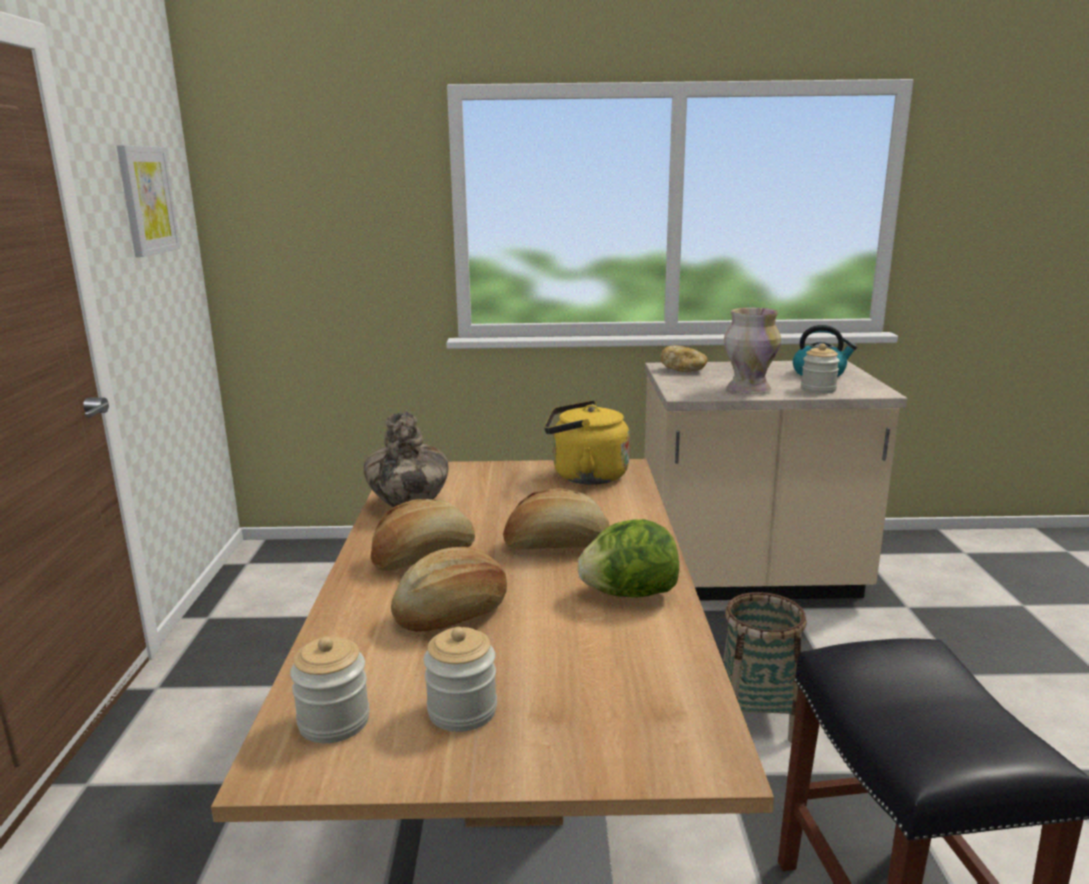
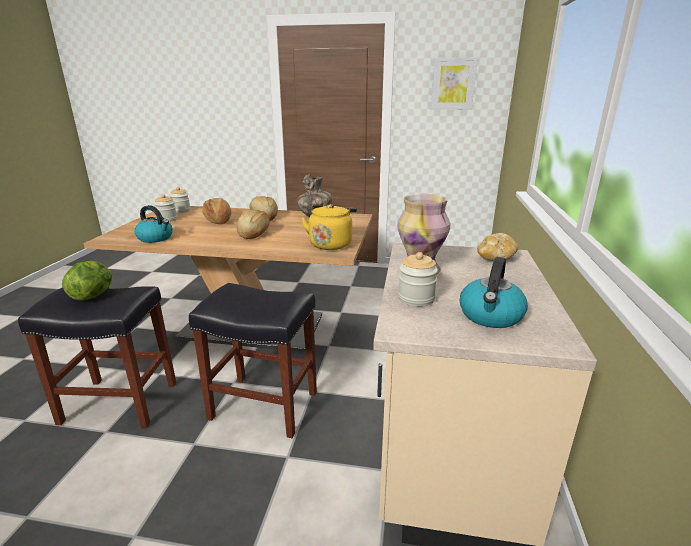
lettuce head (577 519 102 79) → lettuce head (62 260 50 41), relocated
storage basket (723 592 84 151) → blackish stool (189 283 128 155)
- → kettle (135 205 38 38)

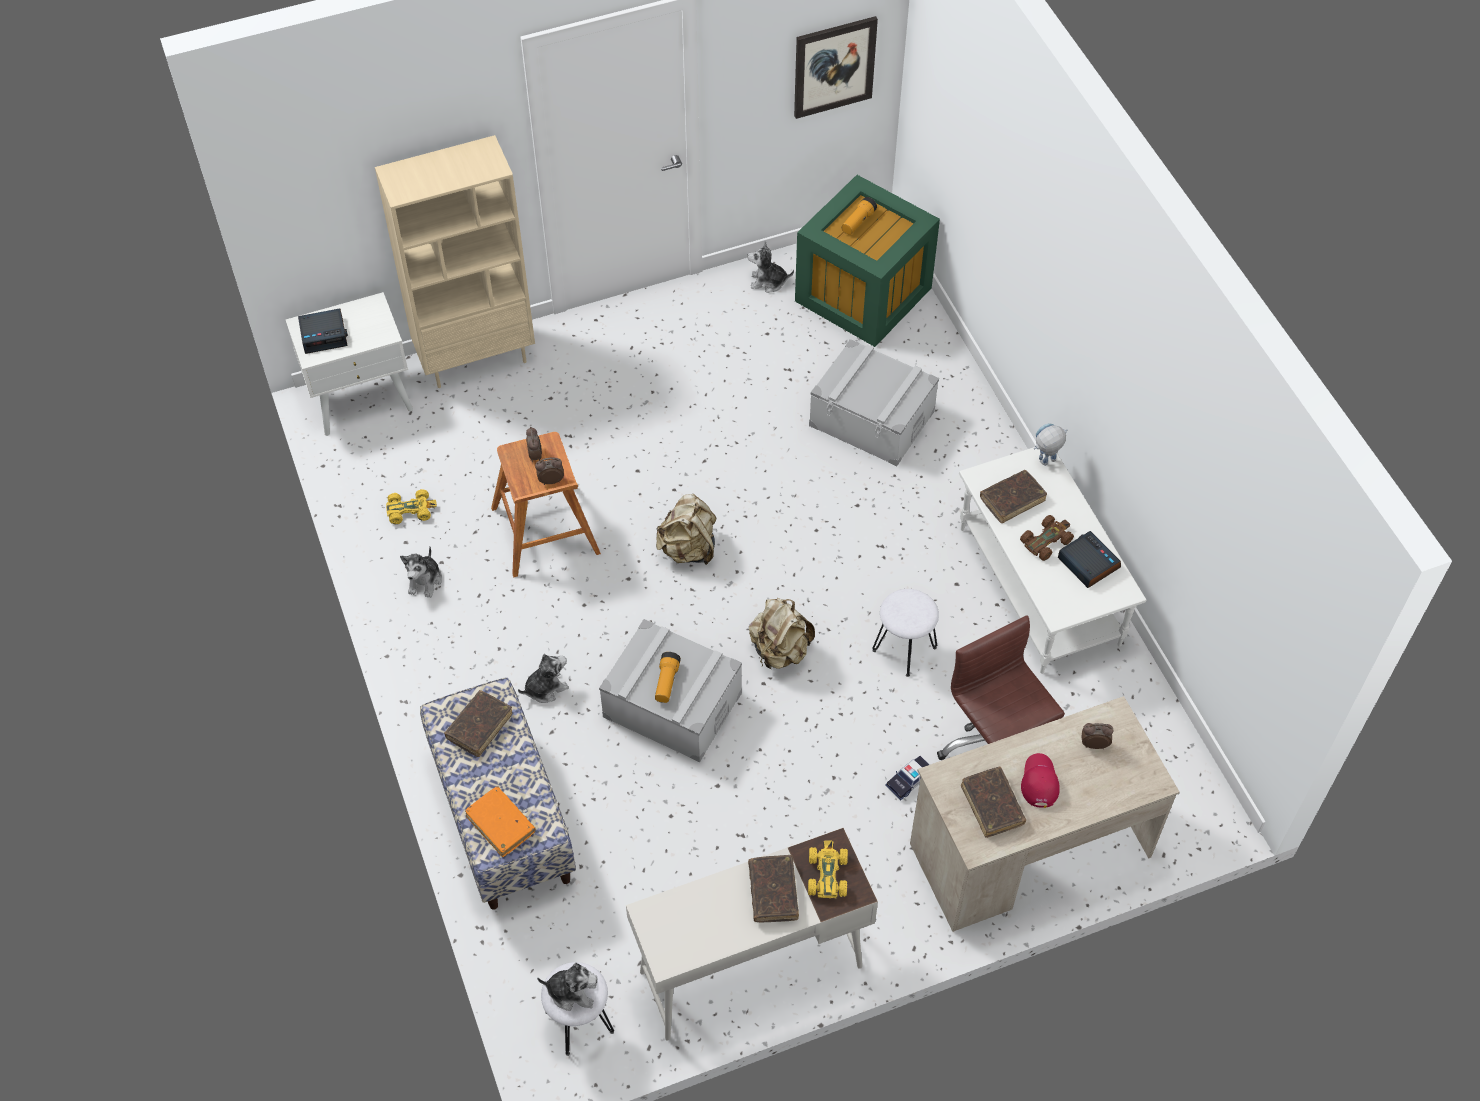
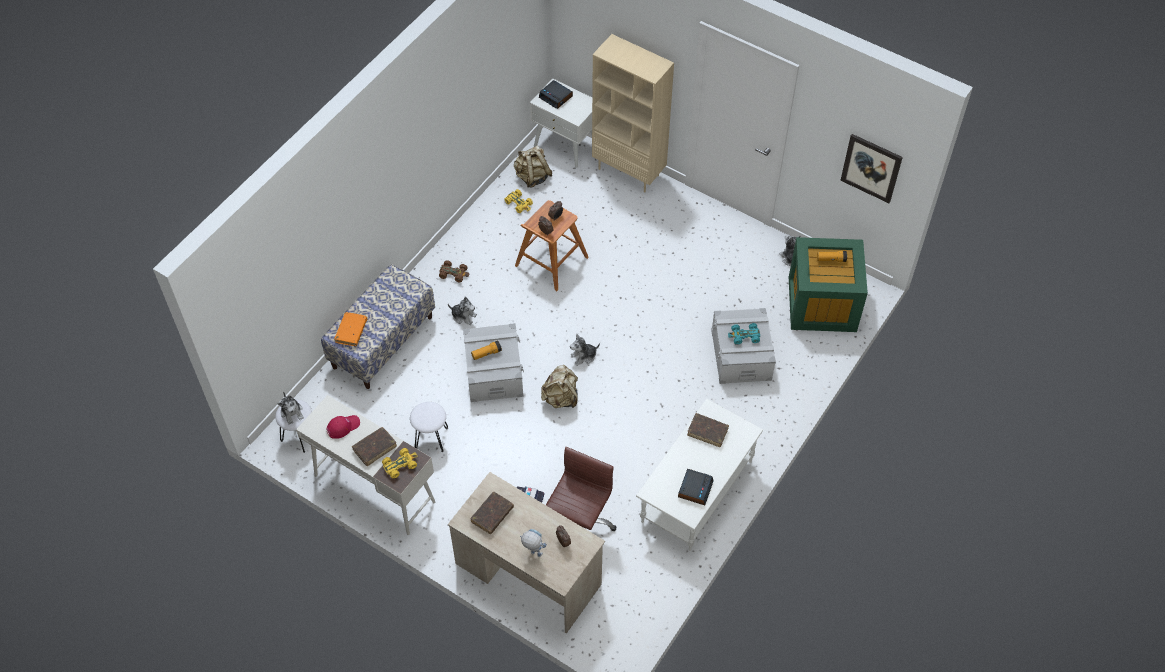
plush toy (400 546 42 52) → plush toy (570 334 30 32), relocated
brown-coloured bound book (444 690 69 67) → -
sand-coloured backpack (656 494 60 71) → sand-coloured backpack (514 146 38 42), relocated
whitish stool (872 589 67 88) → whitish stool (410 402 38 50), relocated
brown-coloured model car (1020 515 54 46) → brown-coloured model car (439 260 30 23), relocated
red peaked cap (1021 753 39 55) → red peaked cap (327 415 33 24), relocated
toy robot (1034 423 34 43) → toy robot (520 529 27 28), relocated
- → turquoise-coloured model car (728 323 32 22)

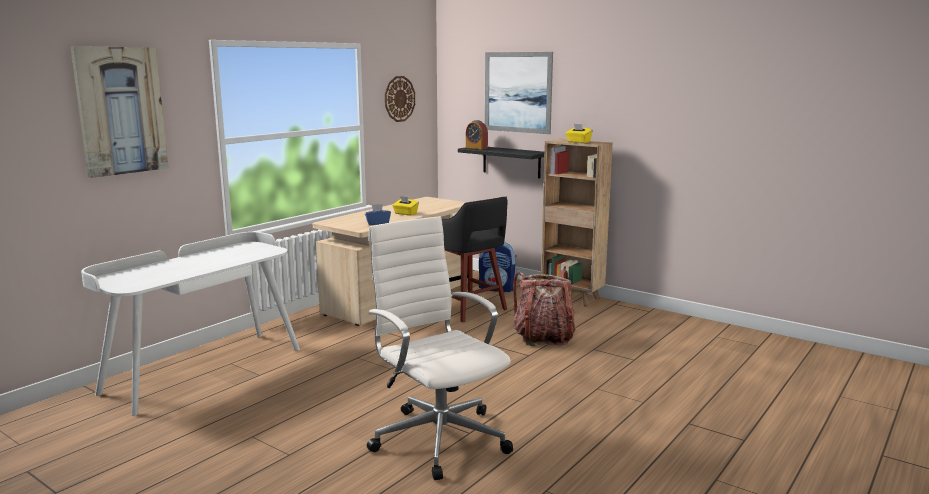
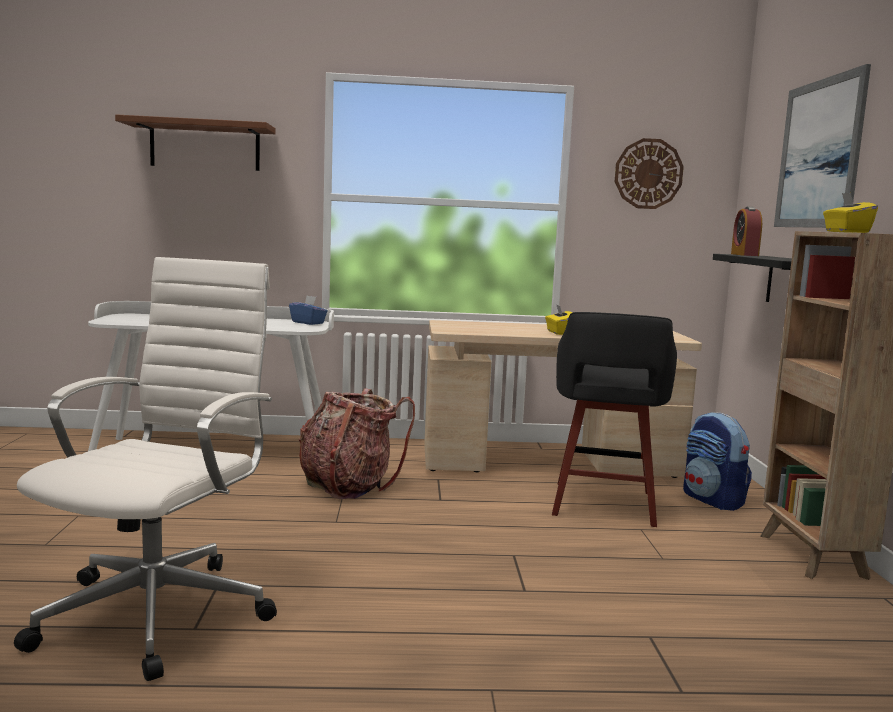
wall picture (70 46 99 132) → brown-coloured bracket shelf (115 114 161 57)
bluish tissue box (365 204 26 21) → bluish tissue box (289 296 39 29), relocated
backpack (513 269 63 77) → backpack (299 388 116 111), relocated

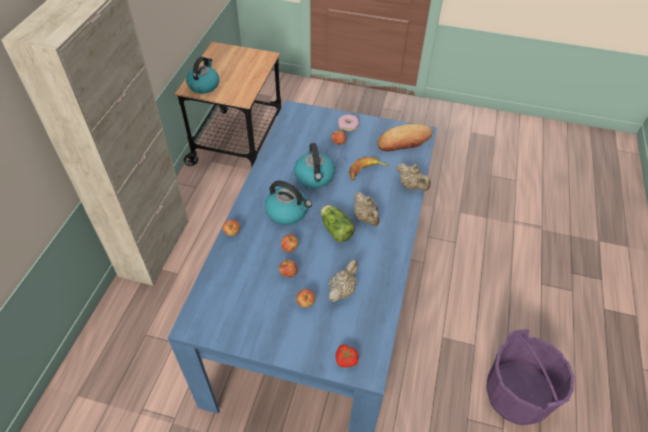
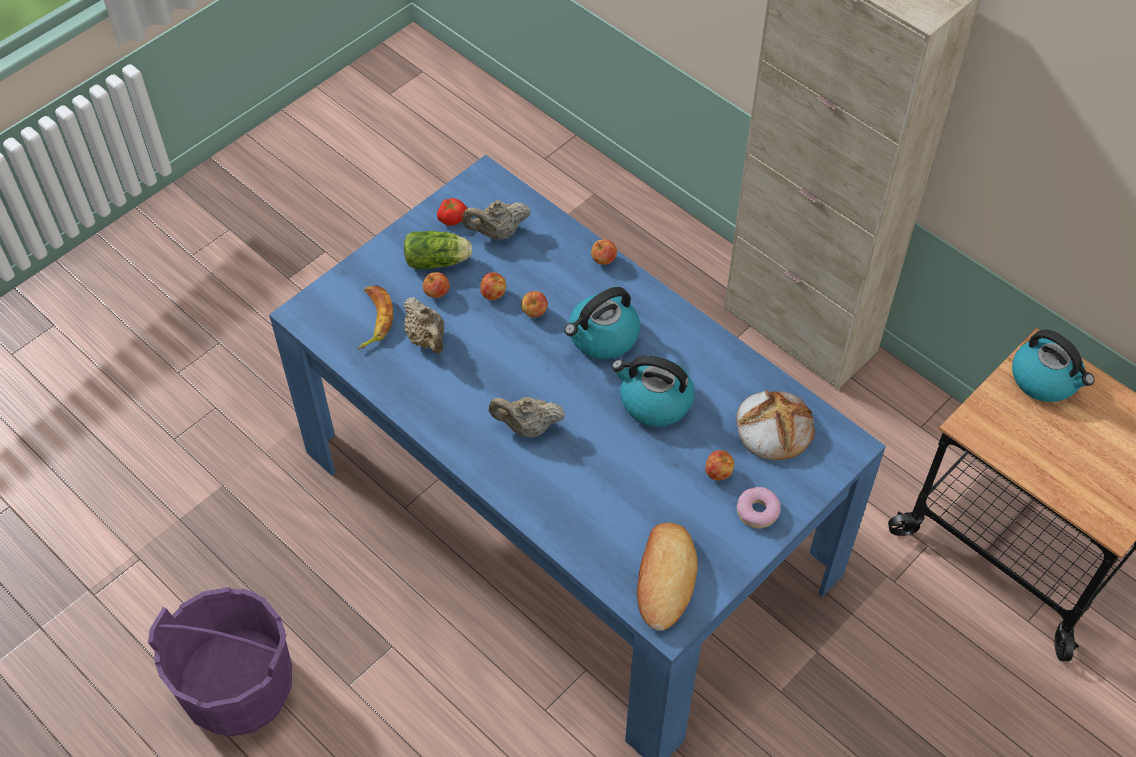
lettuce head (321 205 34 37) → lettuce head (404 231 68 38), relocated
fresh tomato (336 345 23 23) → fresh tomato (437 198 31 27), relocated
banana fruit (349 157 41 23) → banana fruit (358 285 35 64), relocated
sand-coloured teapot (396 163 35 28) → sand-coloured teapot (462 200 69 40), relocated
- → bakery bread (737 390 78 70)

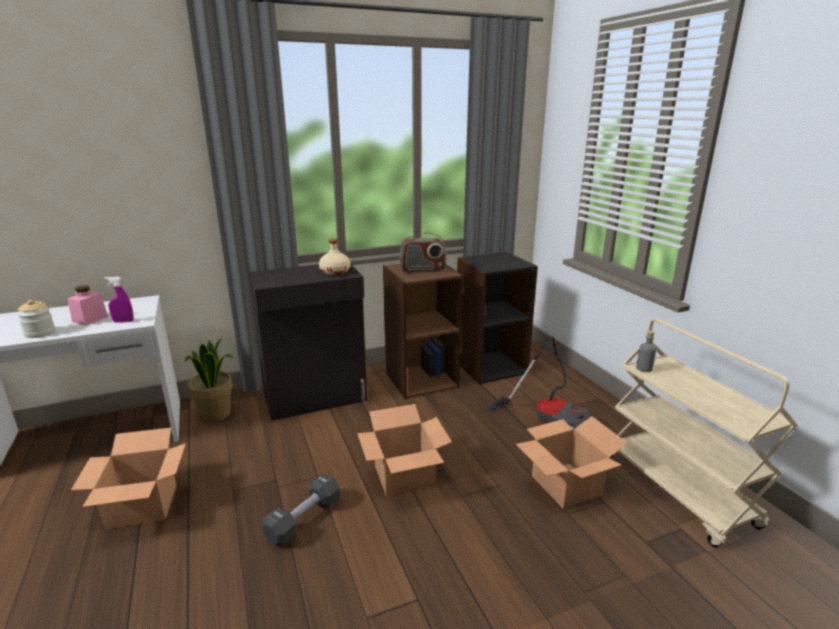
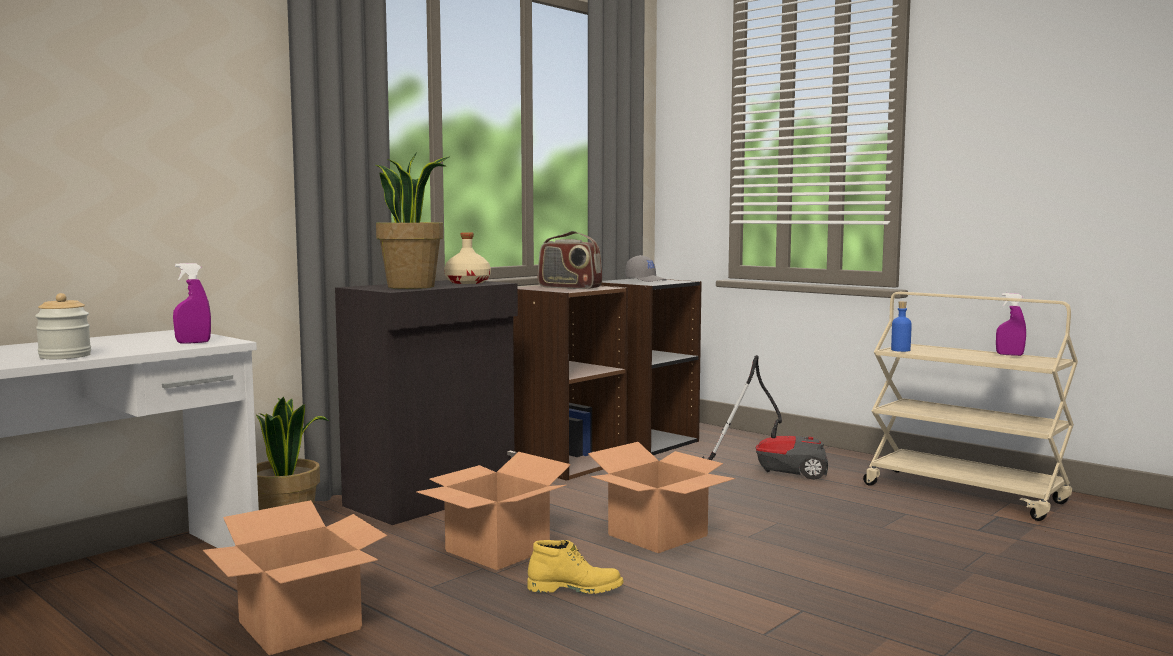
pink preserve jar (67 285 41 41) → -
blackish hand weight (262 473 78 74) → yellow-coloured tall boot (527 540 96 54)
radio (400 232 46 41) → radio (538 231 65 58), 60 degrees clockwise
cardboard box (516 416 112 93) → cardboard box (416 452 155 118), relocated
gray drink bottle (636 330 20 42) → bluish drink bottle (891 301 21 51)
- → plant in a pot (376 153 74 136)
- → gray peaked cap (625 255 42 27)
- → purple-coloured spray bottle (996 293 30 63)

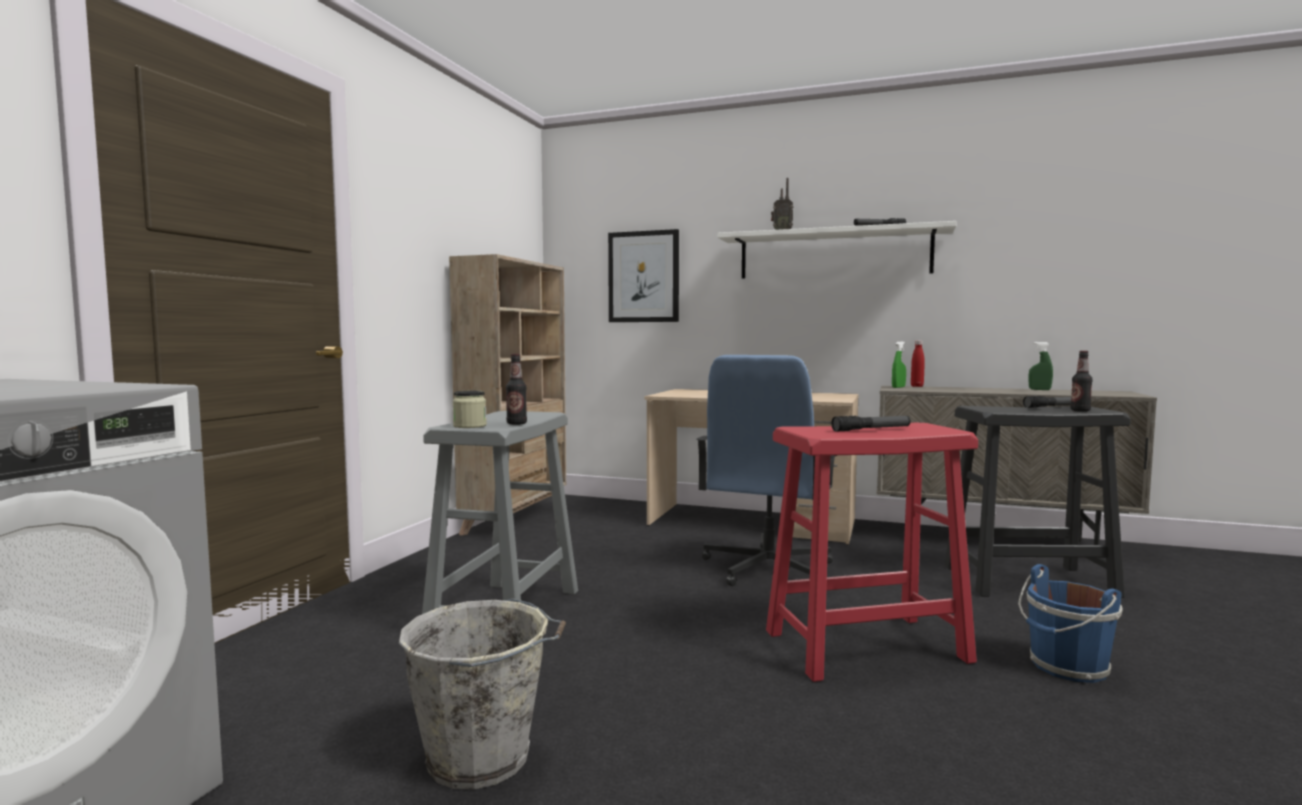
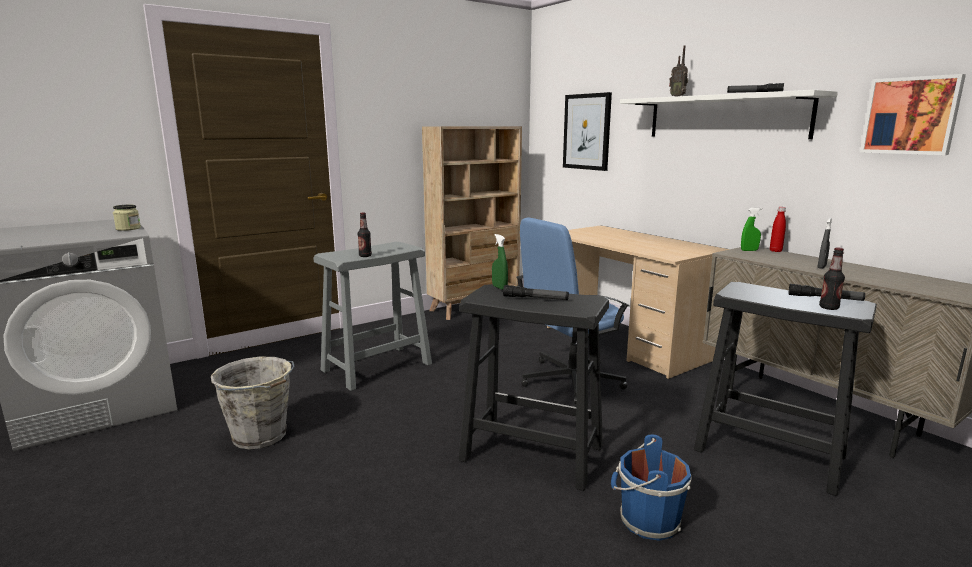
preserve jar (453 391 34 37) → preserve jar (113 205 28 26), relocated
red stool (766 422 212 260) → blackish stool (459 284 150 207)
greenish spray bottle (1029 342 24 48) → greenish spray bottle (492 234 16 56), relocated
- → gray spray bottle (817 218 15 51)
- → wall picture (860 74 106 81)

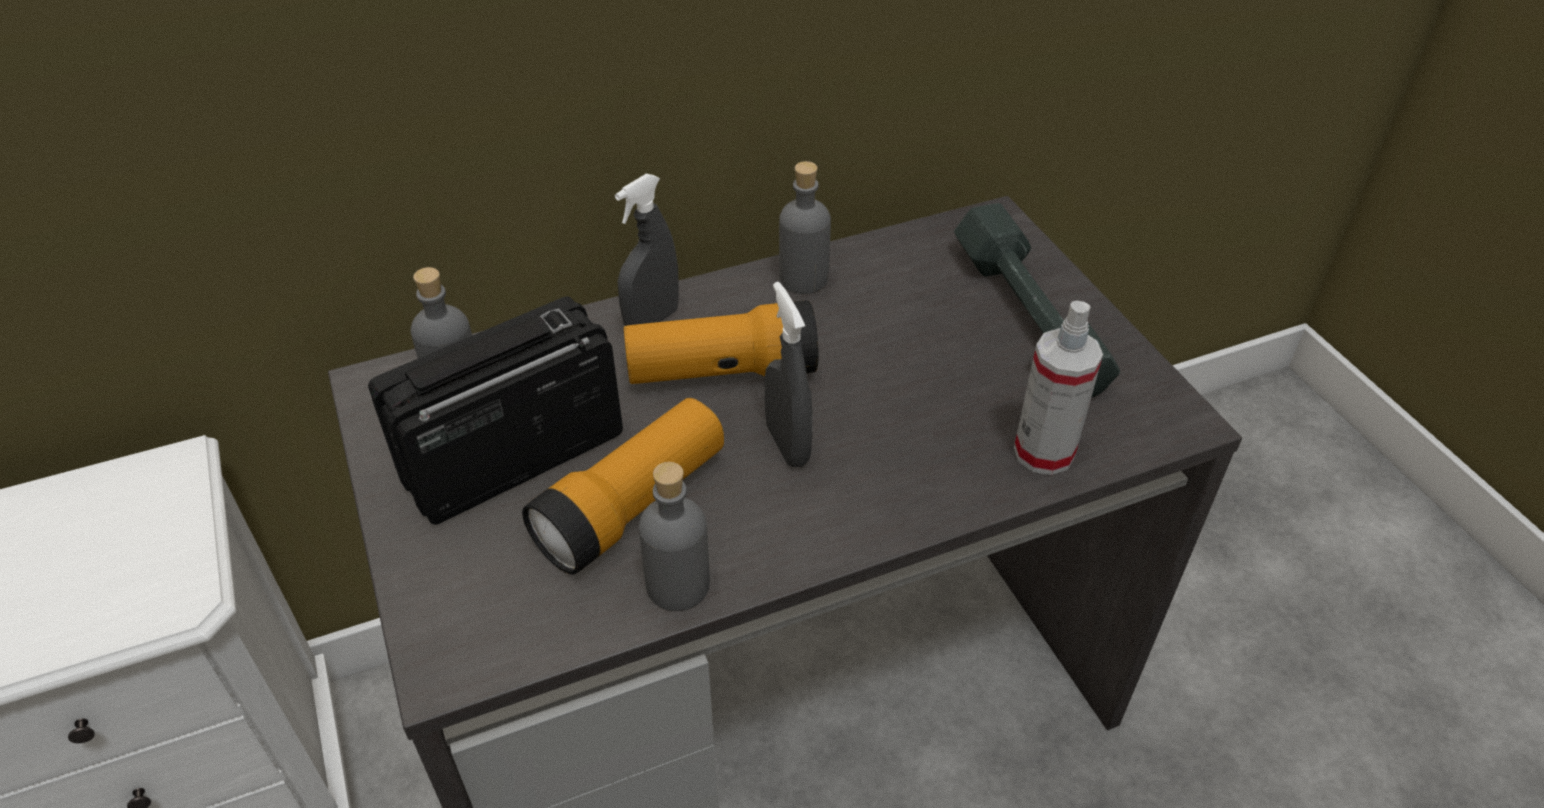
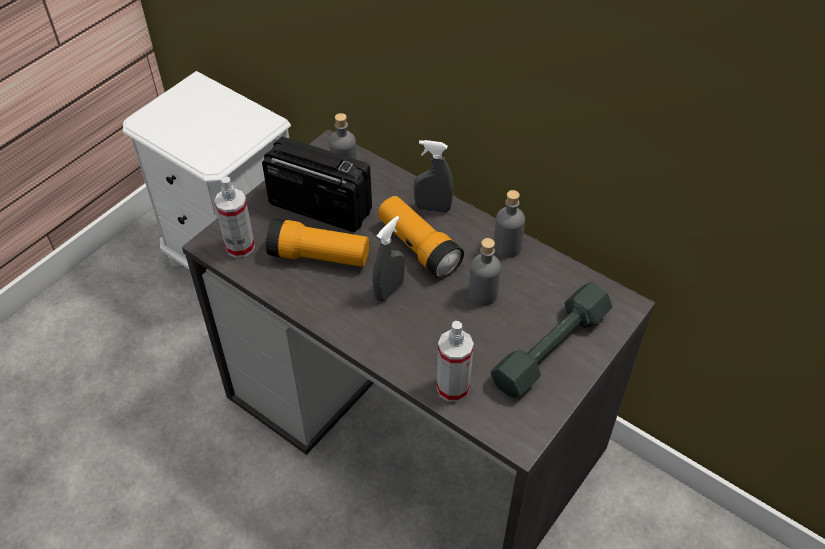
gray drink bottle (639 462 71 149) → gray drink bottle (469 238 32 68), relocated
- → spray bottle (214 177 41 81)

